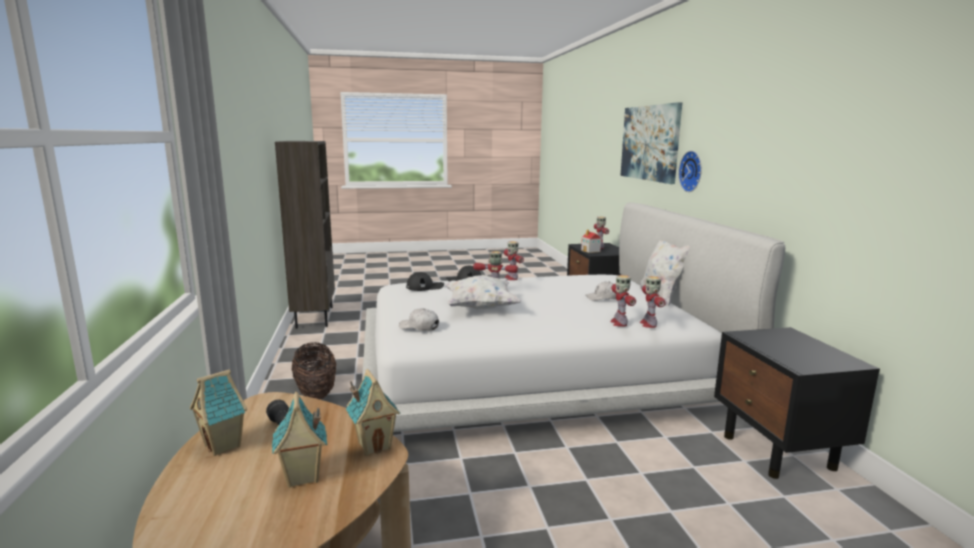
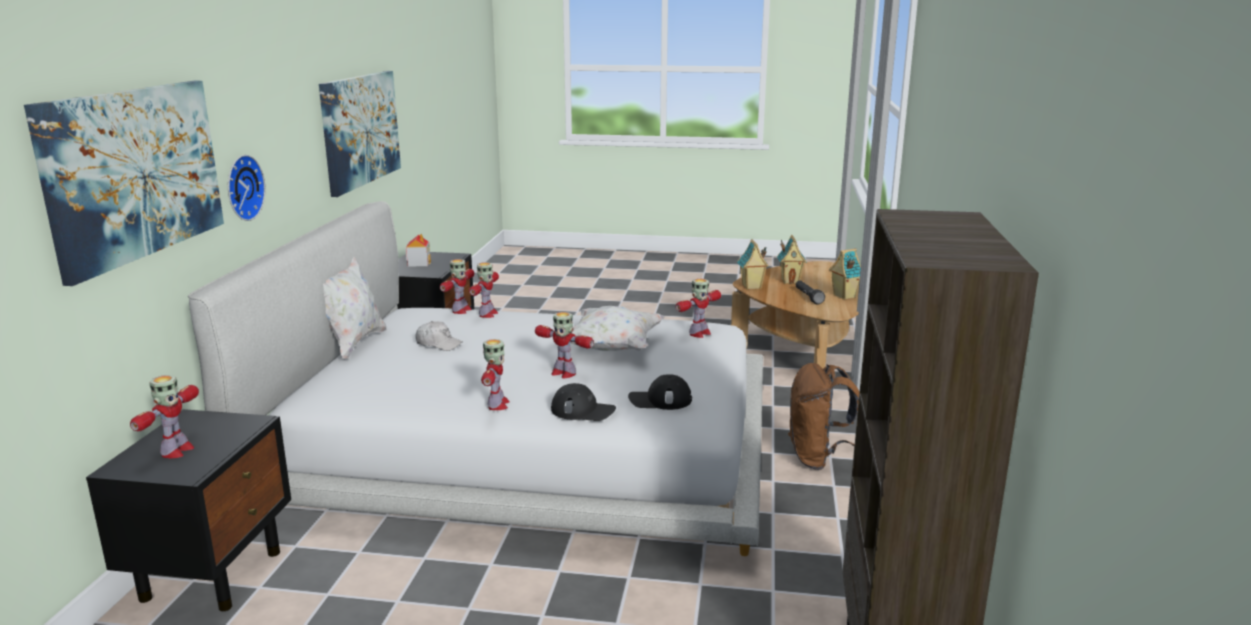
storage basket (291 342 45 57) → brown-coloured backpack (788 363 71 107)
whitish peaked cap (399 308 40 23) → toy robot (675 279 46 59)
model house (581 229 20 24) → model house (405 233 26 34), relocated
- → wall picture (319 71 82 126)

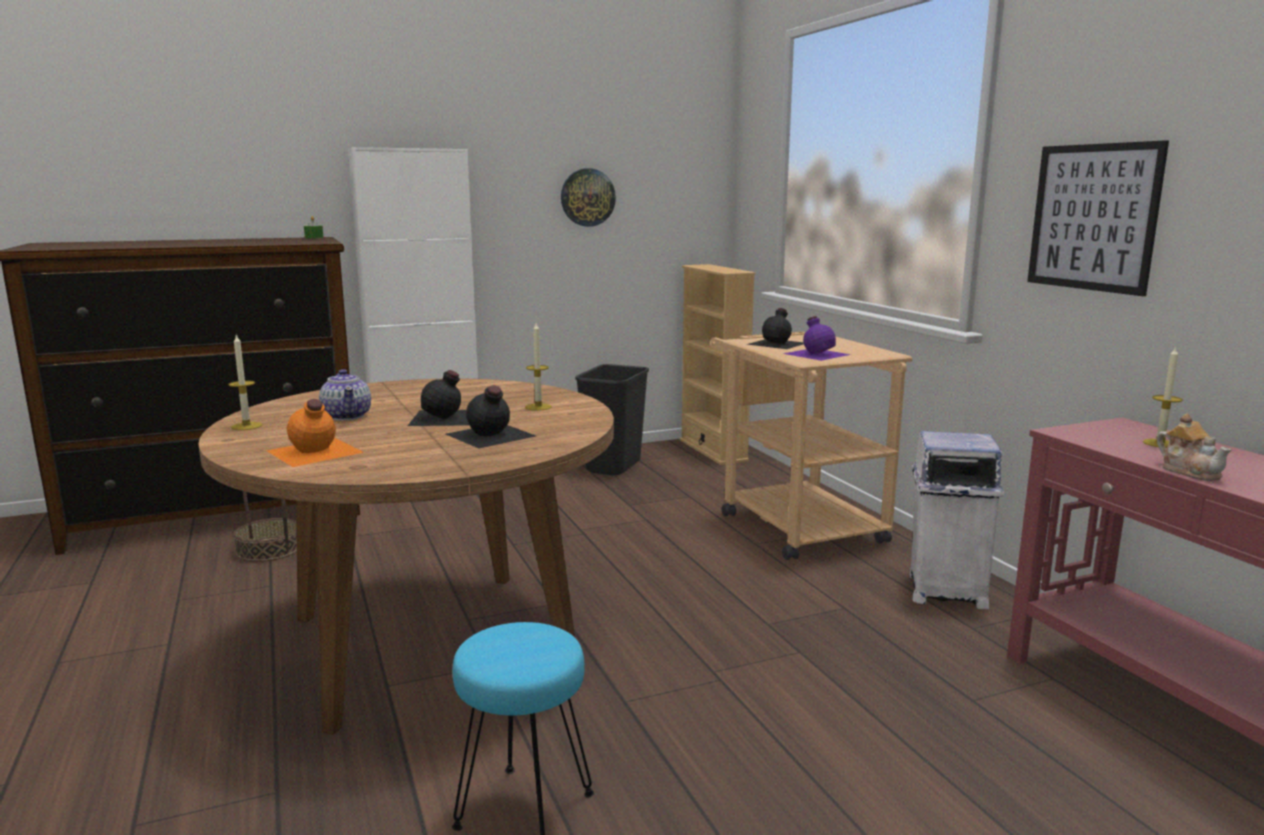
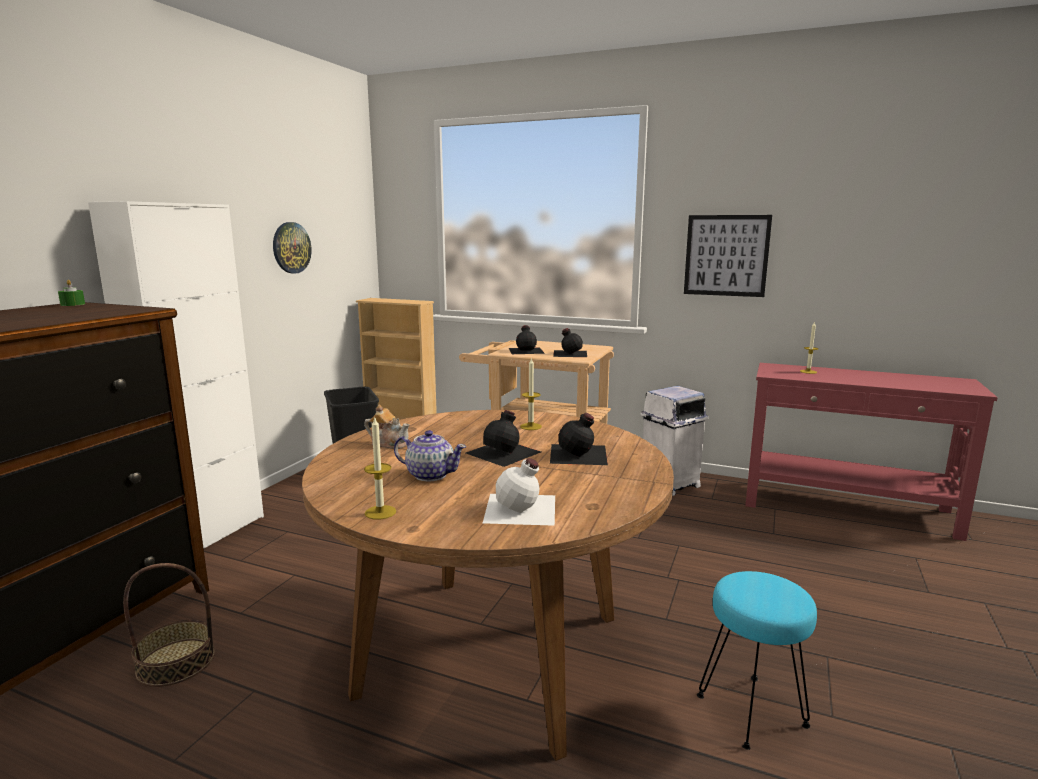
orangey drink bottle (266 399 98 68) → whitish drink bottle (483 458 72 68)
purple-coloured drink bottle (783 316 68 45) → blackish drink bottle (553 328 34 29)
teapot (1157 413 75 68) → teapot (364 405 46 44), relocated

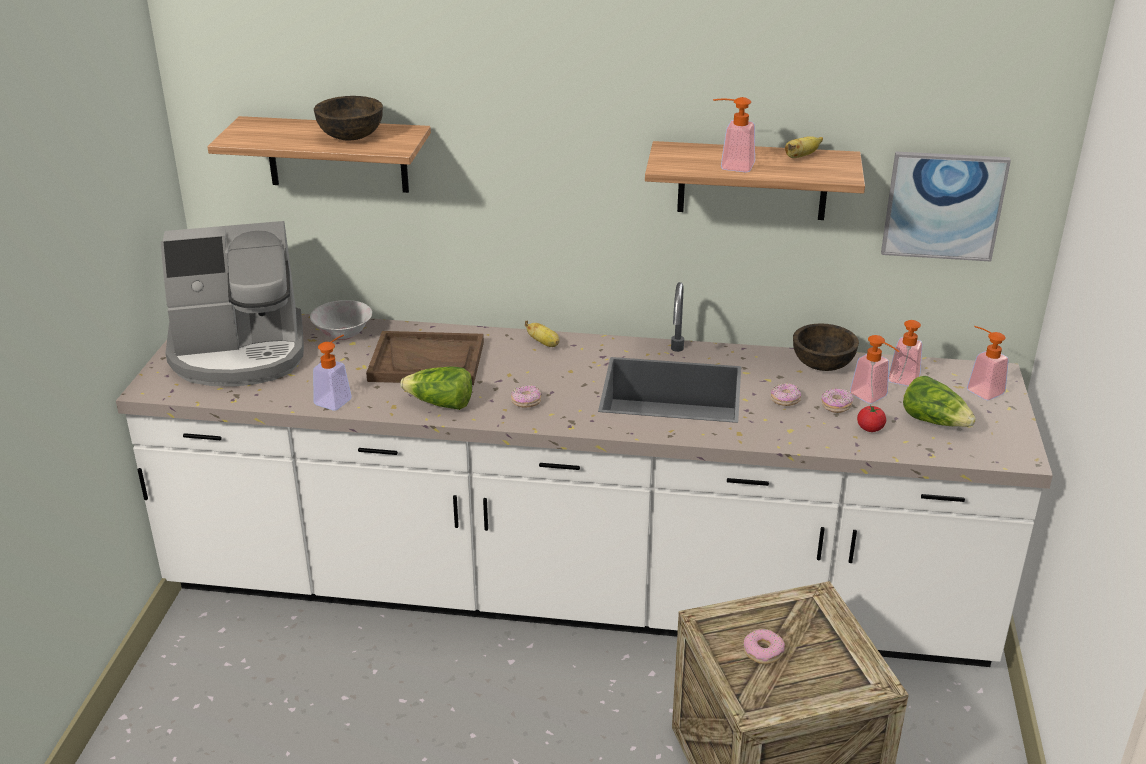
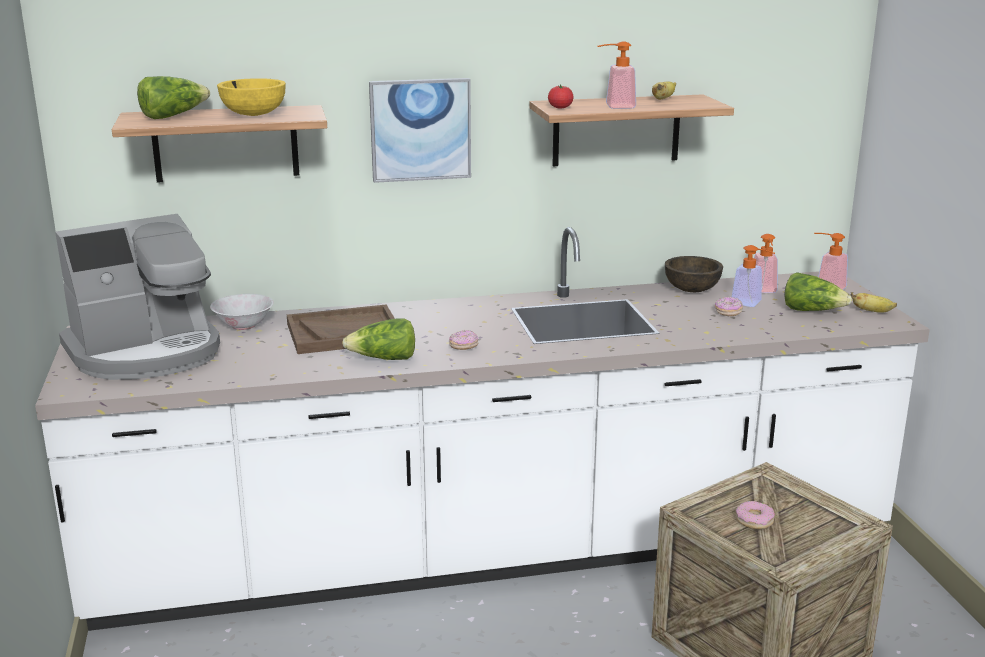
soap bottle (313 334 39 77) → -
brown-coloured deep dish (314 96 69 44) → yellow-coloured deep dish (217 78 69 38)
banana fruit (525 321 35 26) → banana fruit (851 292 46 21), relocated
doughnut (770 383 31 23) → -
fresh tomato (857 405 29 27) → fresh tomato (548 84 26 25), relocated
wall picture (881 151 130 110) → wall picture (369 78 102 105), relocated
- → lettuce head (137 76 73 43)

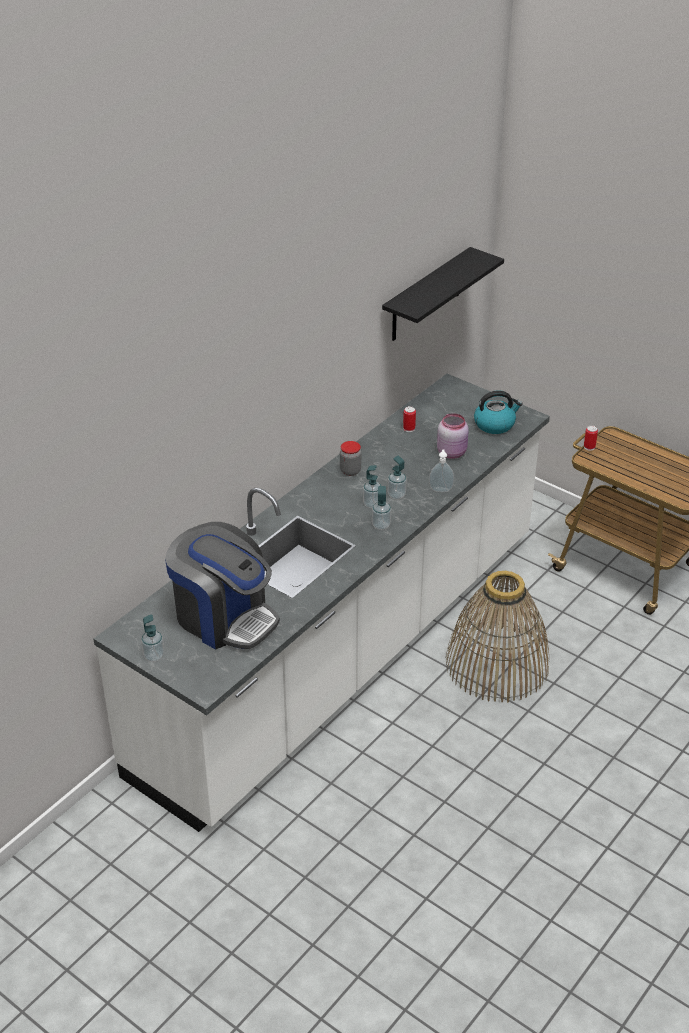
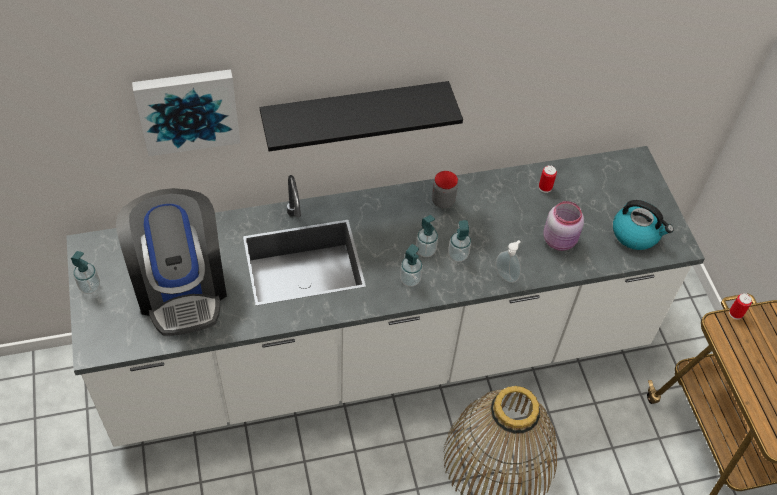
blackish bracket shelf (382 247 122 94) → blackish bracket shelf (260 81 203 70), relocated
- → wall picture (132 69 108 87)

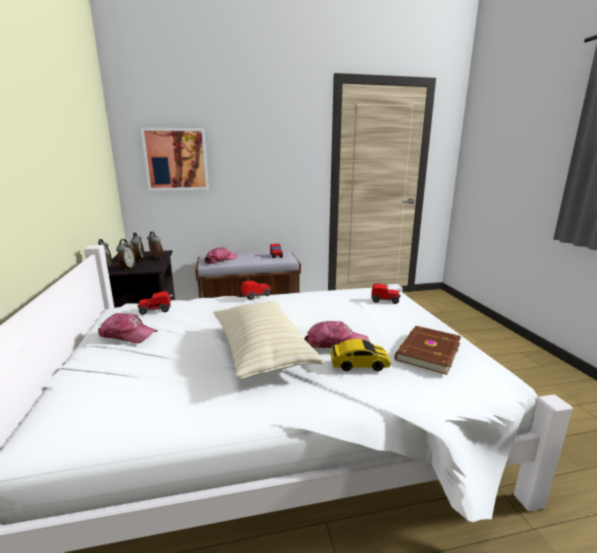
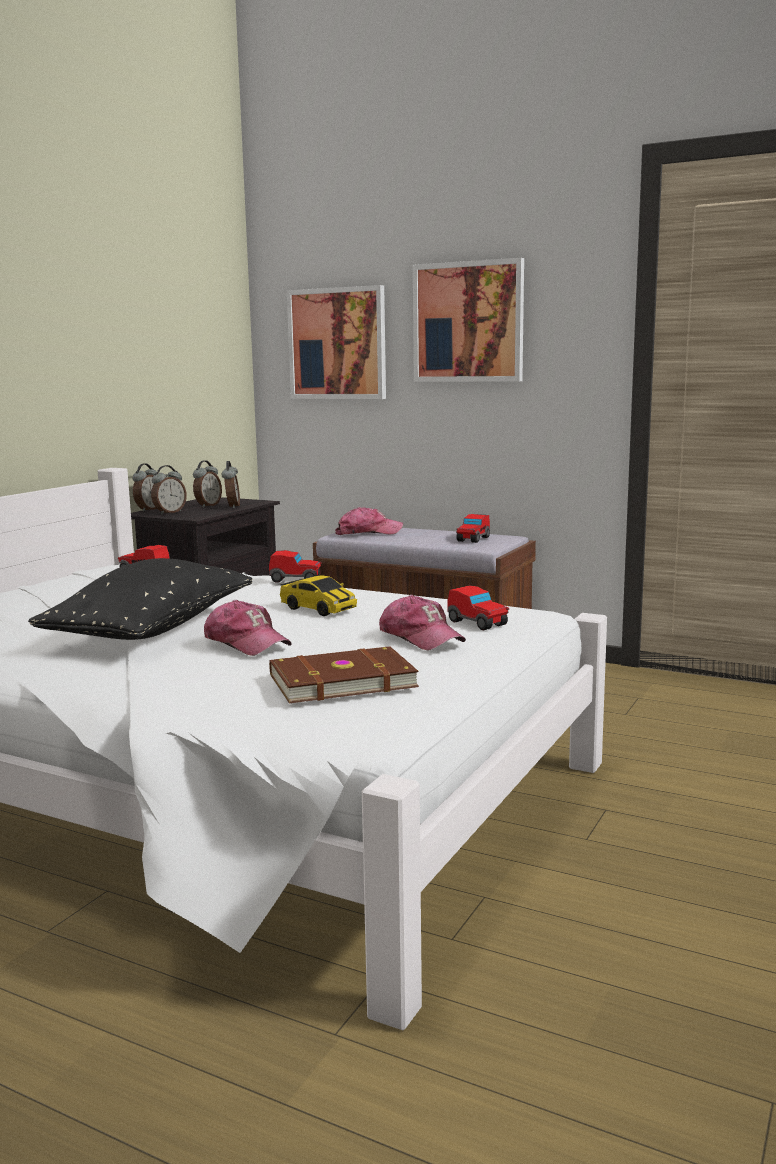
peaked cap (98 313 59 30) → peaked cap (379 595 87 56), relocated
sand-coloured throw pillow (213 301 111 78) → blackish throw pillow (28 558 224 82)
model car (330 339 61 32) → model car (280 576 77 40), relocated
- → wall picture (413 258 111 124)

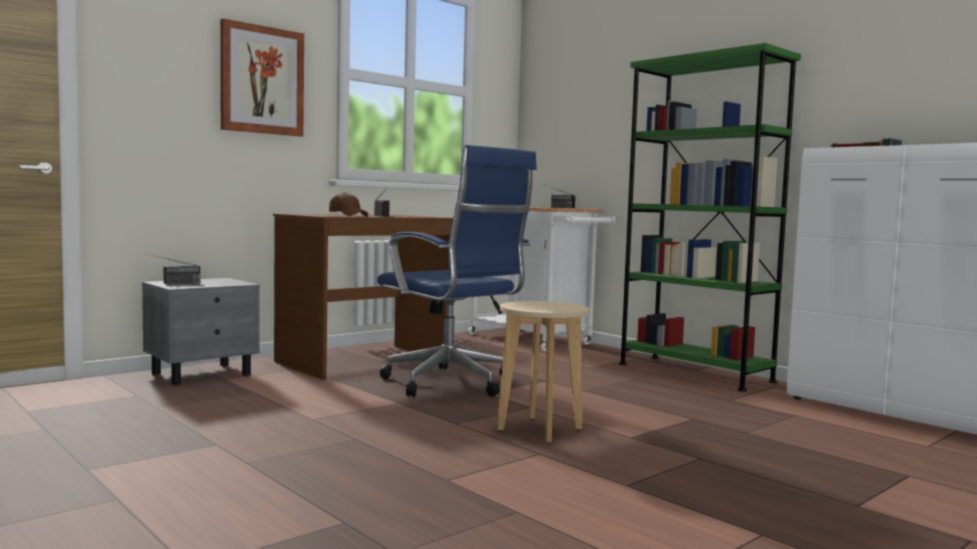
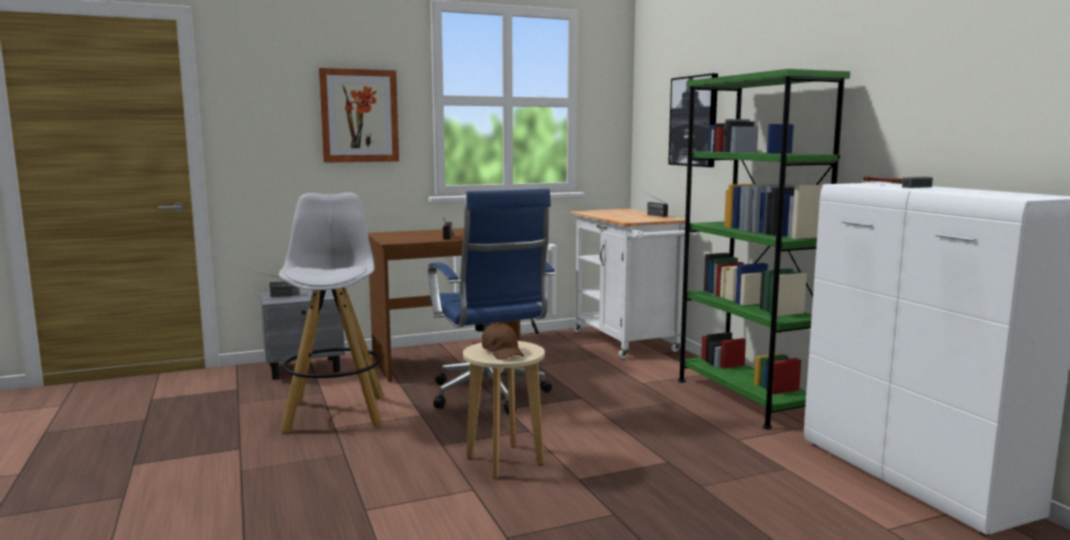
brown-coloured peaked cap (329 192 39 24) → brown-coloured peaked cap (482 324 42 36), relocated
- → whitish stool (279 192 105 241)
- → wall picture (668 73 50 94)

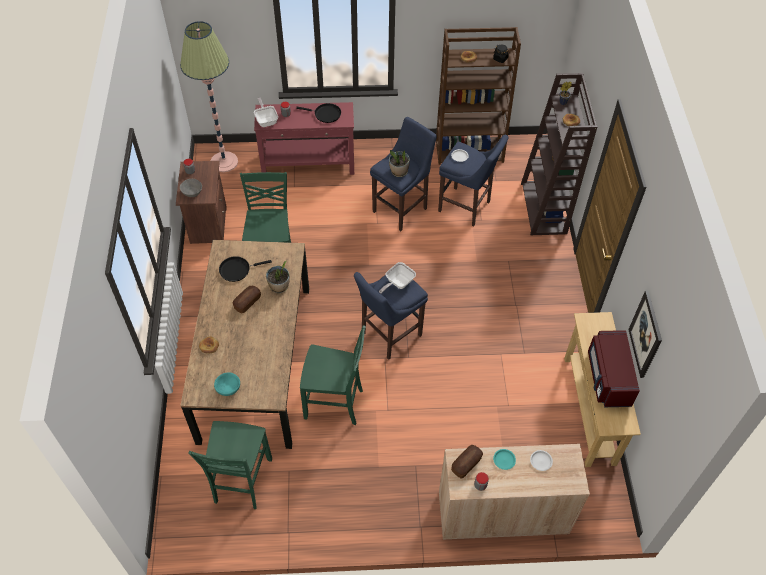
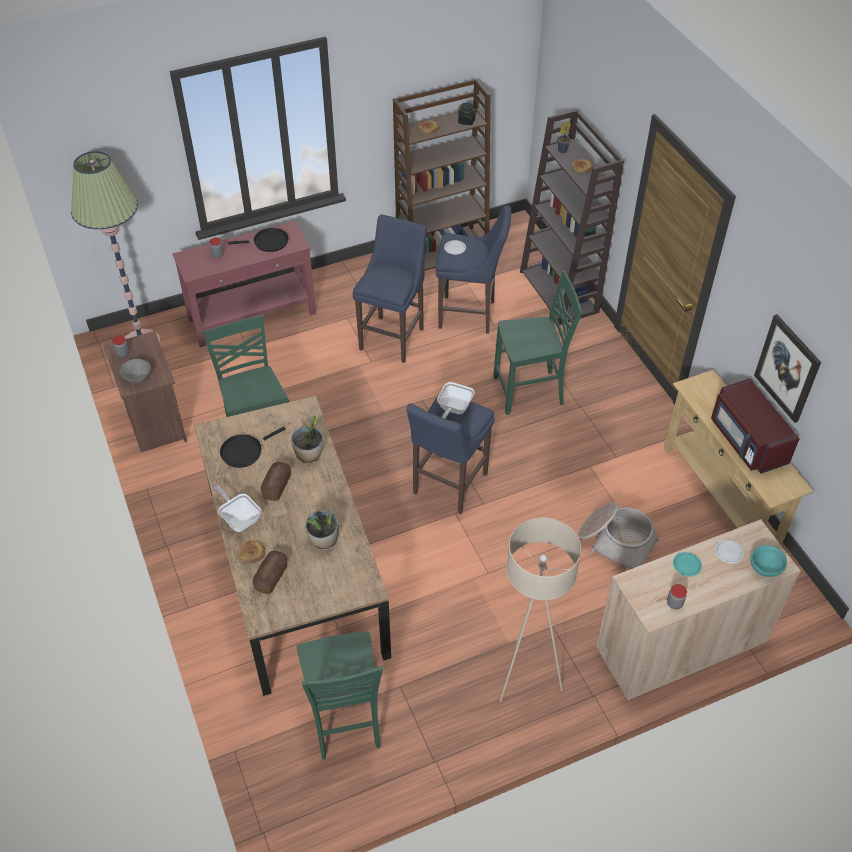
turquoise-coloured deep dish (214 372 26 24) → turquoise-coloured deep dish (751 545 36 32), relocated
pan (254 97 24 30) → pan (214 485 47 47), relocated
greenish chair (300 326 66 99) → greenish chair (493 271 90 144), relocated
plant in a pot (389 150 21 27) → plant in a pot (305 511 34 39), relocated
bakery bread (451 445 32 33) → bakery bread (253 551 35 43), relocated
- → sand-coloured standard lamp (500 517 81 185)
- → storage basket (578 502 81 67)

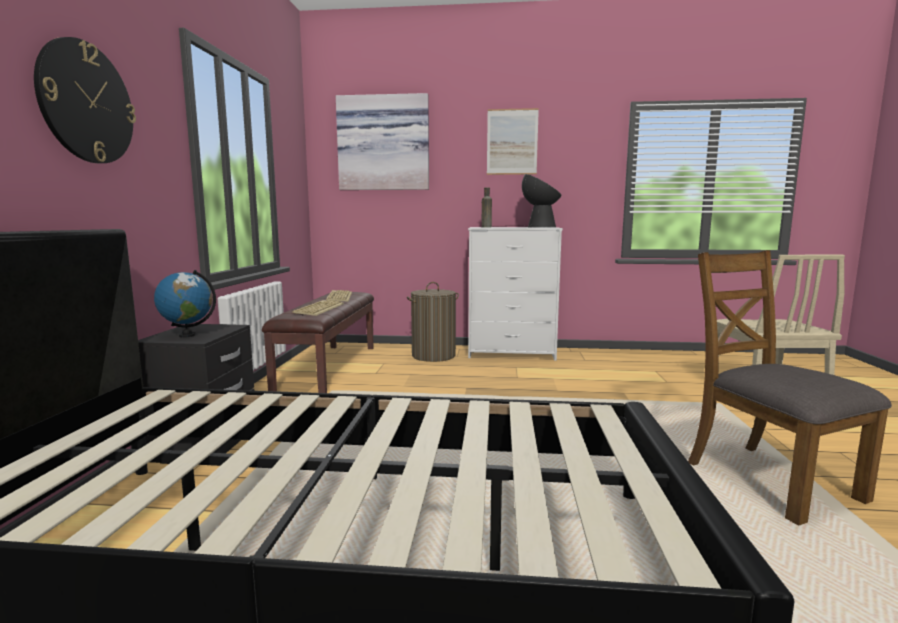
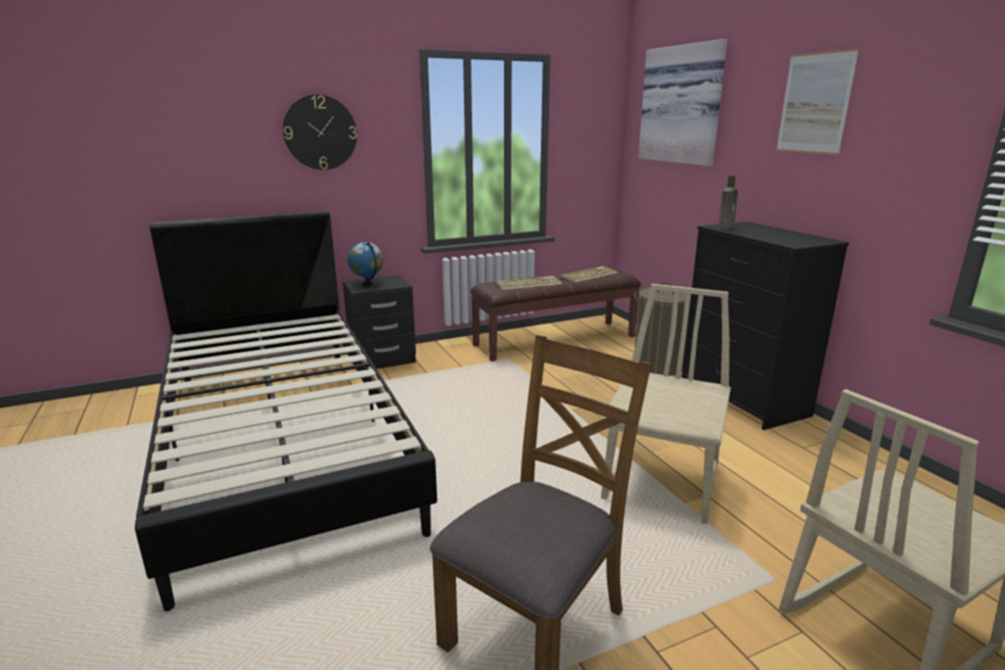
whitish dresser (468 227 95 134) → blackish dresser (682 221 167 209)
lamp for a table (492 174 70 54) → -
- → sand-coloured chair (601 284 130 240)

